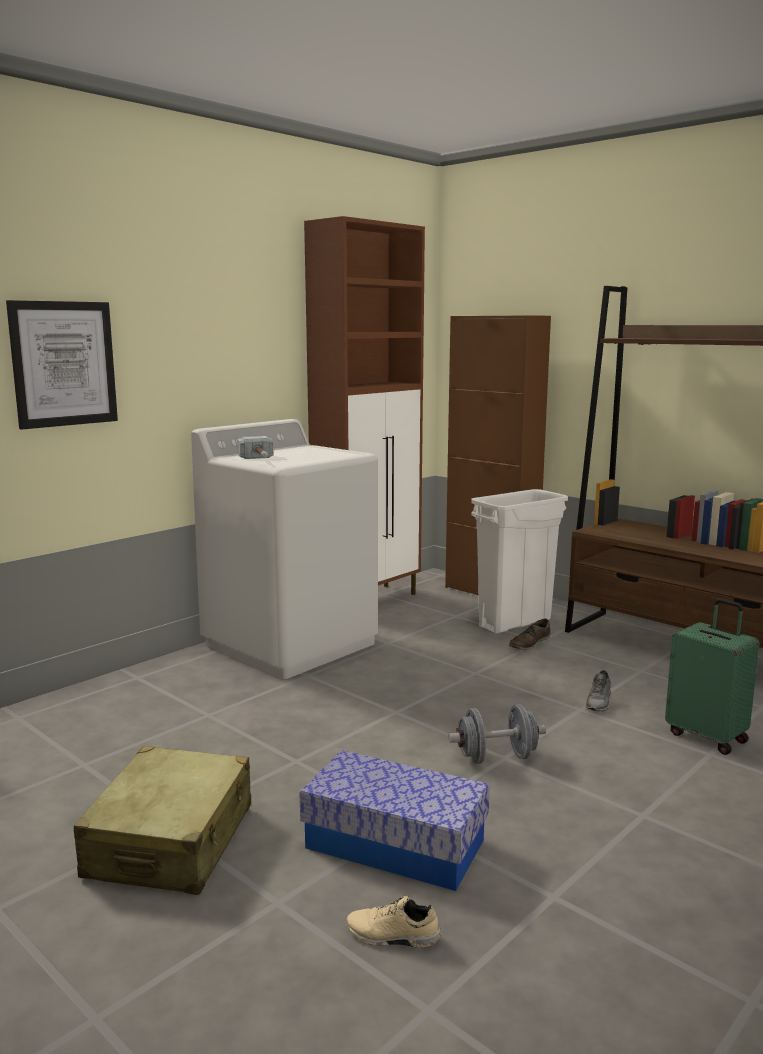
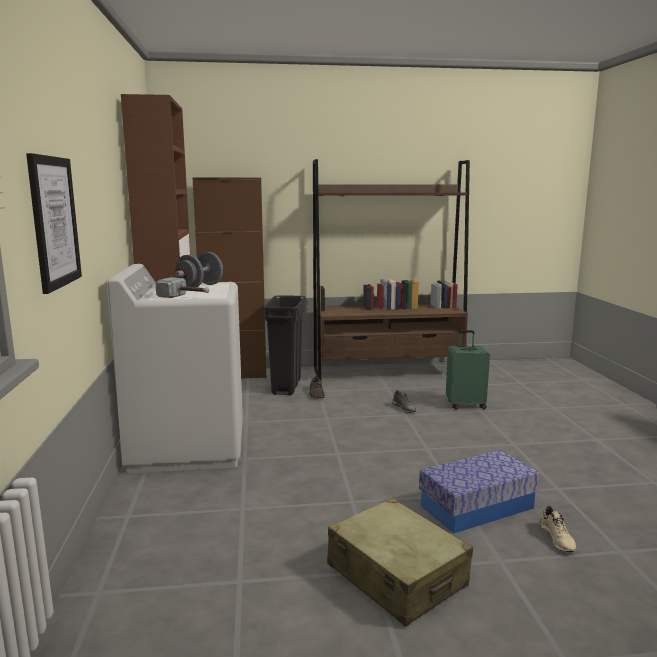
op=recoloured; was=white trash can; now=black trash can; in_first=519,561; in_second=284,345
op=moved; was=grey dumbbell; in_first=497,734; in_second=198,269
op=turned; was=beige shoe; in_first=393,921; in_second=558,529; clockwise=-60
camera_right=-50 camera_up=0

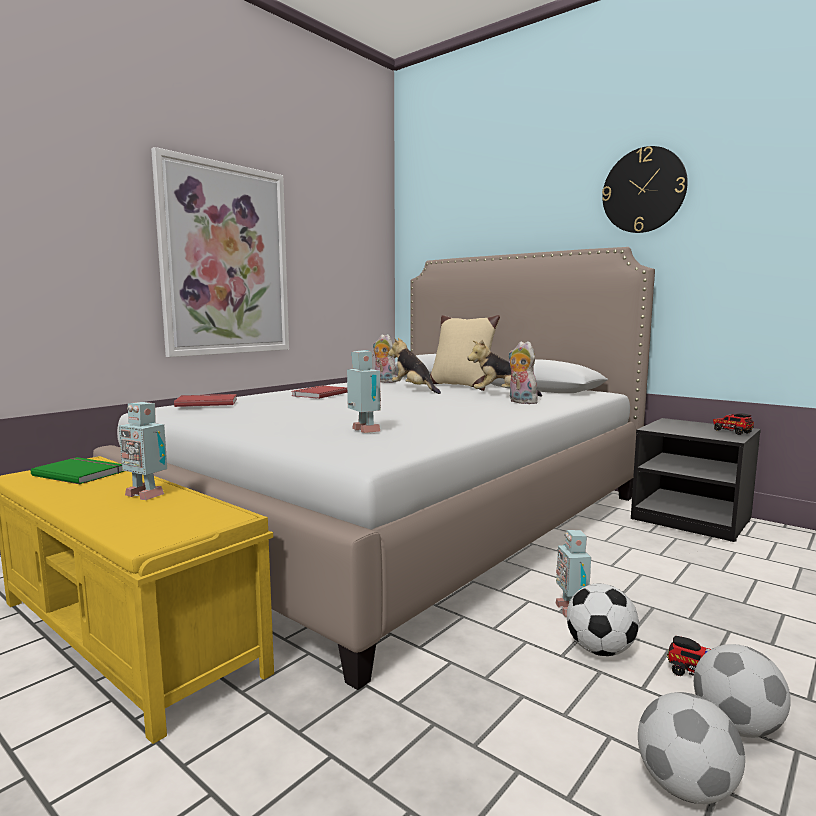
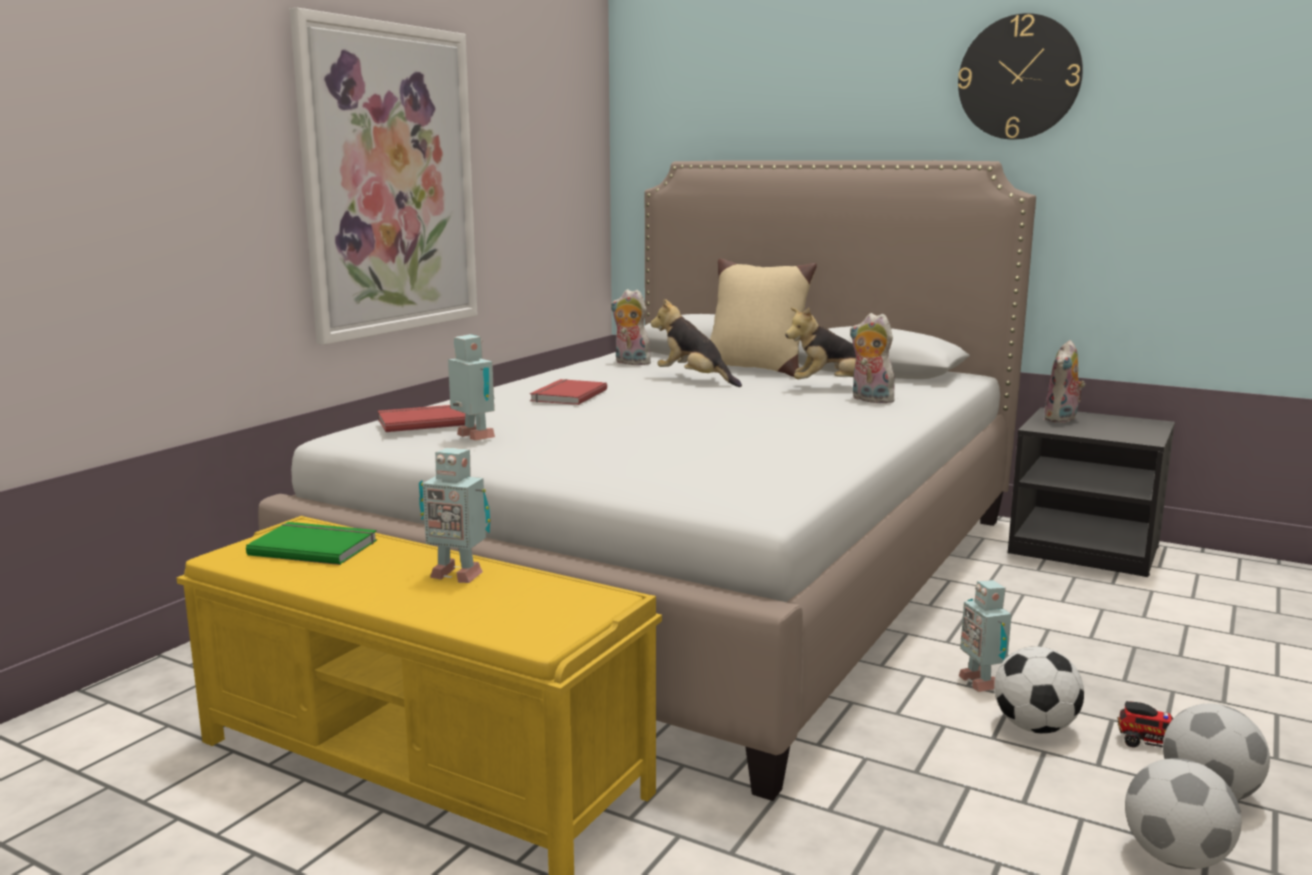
op=moved; was=toy robot; in_first=364,391; in_second=471,387
op=removed; was=toy truck; in_first=733,424
op=added; now=plush toy; in_second=1064,381
camera_right=-10 camera_up=5

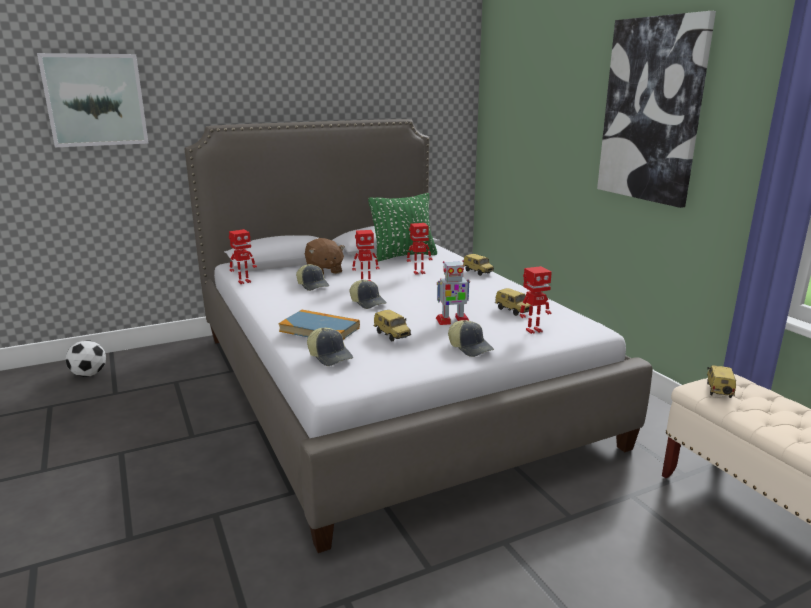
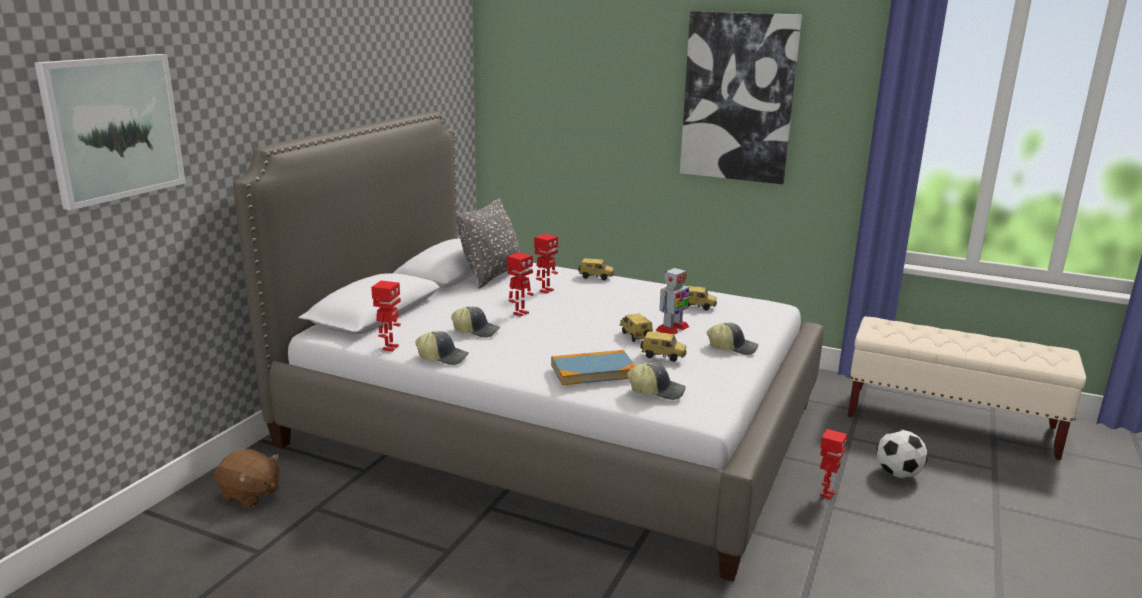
op=recoloured; was=green pillow; now=grey pillow; in_first=402,227; in_second=488,243
op=moved; was=brown plush toy; in_first=325,256; in_second=247,478
op=moved; was=toy robot; in_first=536,300; in_second=833,464
op=moved; was=cap; in_first=368,294; in_second=442,348
op=moved; was=football; in_first=85,358; in_second=902,454
op=moved; was=toy car; in_first=721,381; in_second=636,328
camera_right=-40 camera_up=0

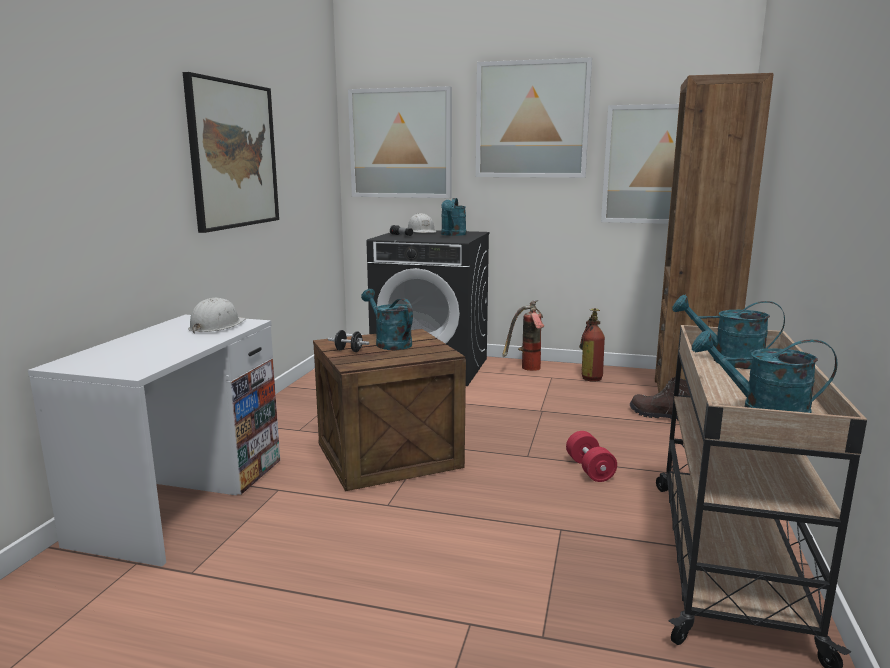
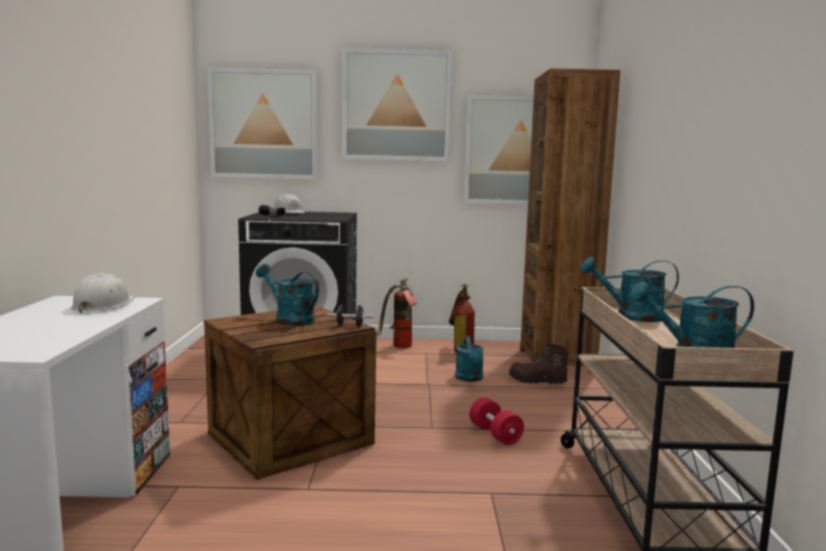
op=removed; was=picture; in_first=231,152
op=moved; was=turquoise watering can; in_first=453,217; in_second=469,359
op=moved; was=black dumbbell; in_first=348,341; in_second=350,315
camera_right=-15 camera_up=-5

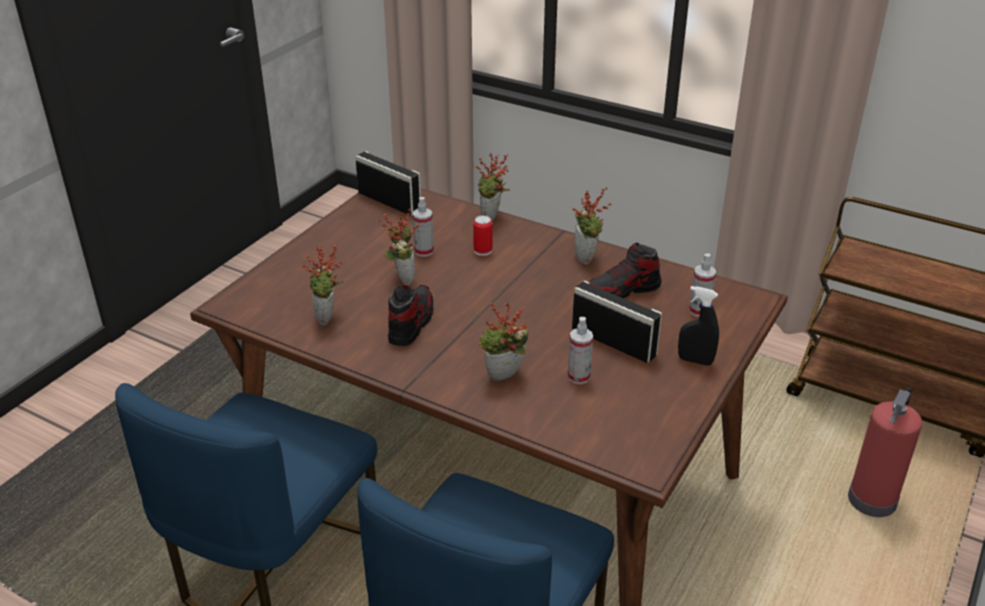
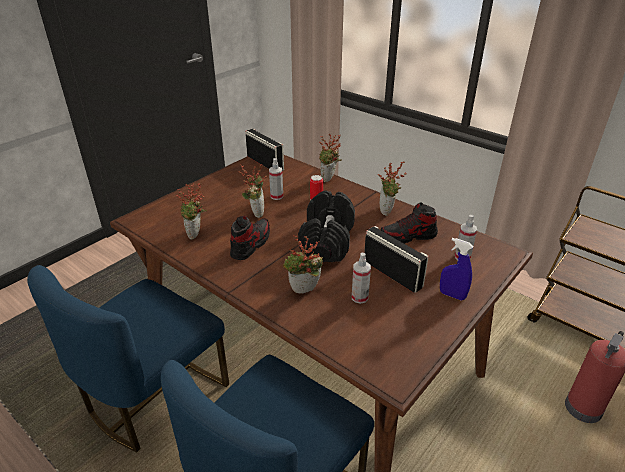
op=recoloured; was=black spray bottle; now=blue spray bottle; in_first=698,326; in_second=456,269
op=added; now=black dumbbell; in_second=326,226
camera_right=10 camera_up=0

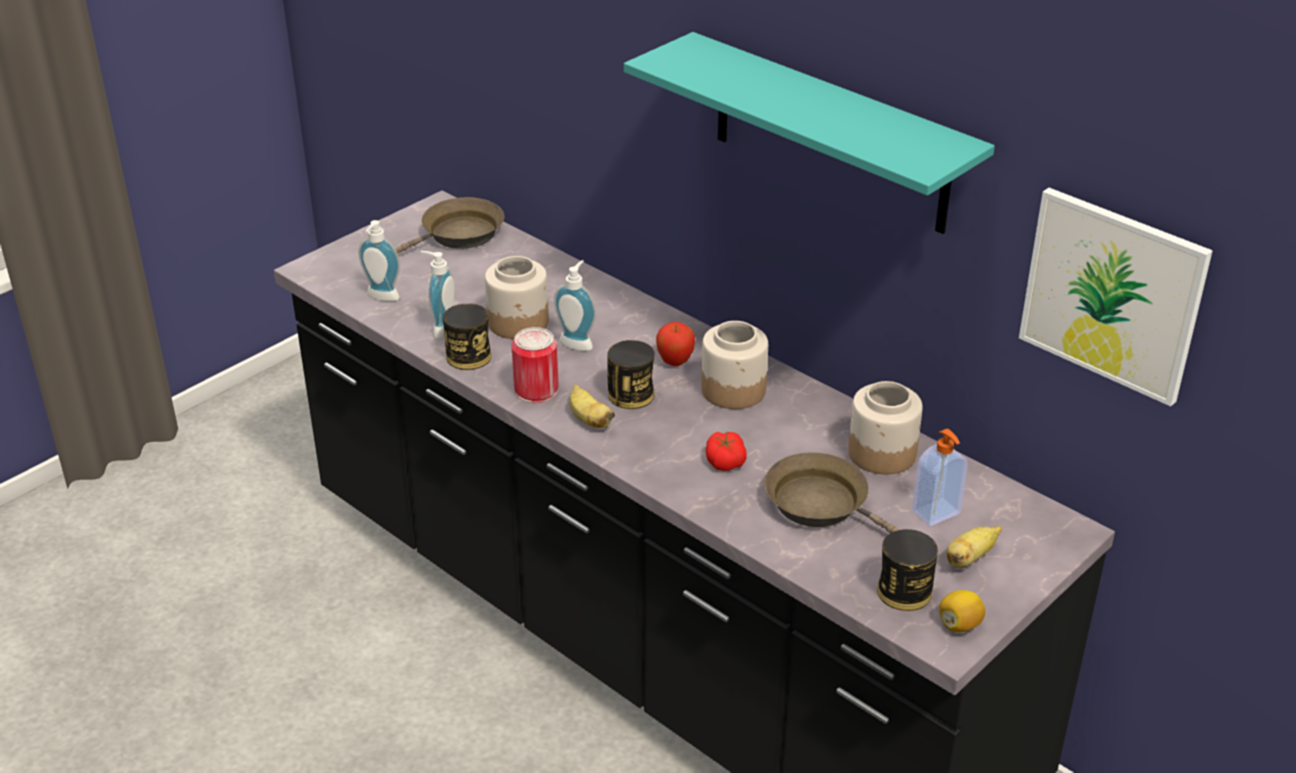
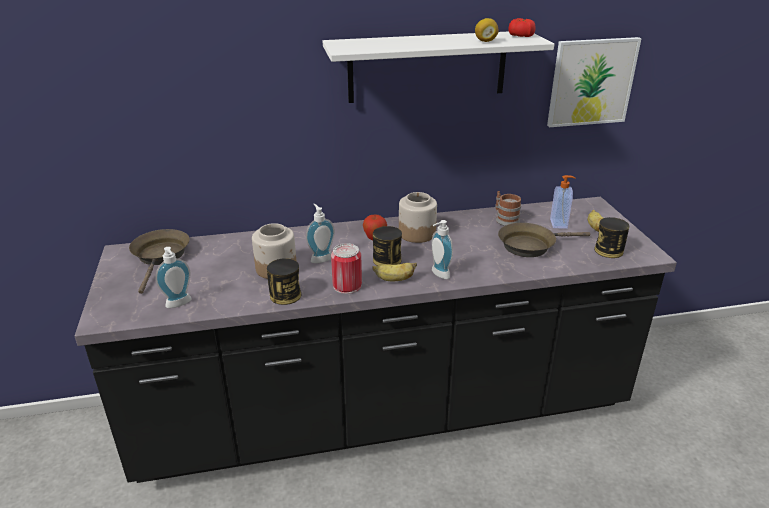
op=recoloured; was=turquoise shelf; now=white shelf; in_first=809,133; in_second=438,67
op=moved; was=soap dispenser; in_first=437,295; in_second=442,249
op=replaced; was=jar; now=mug; in_first=885,427; in_second=508,208
op=moved; was=tomato; in_first=726,451; in_second=522,27
op=moved; was=lemon; in_first=962,611; in_second=487,30
camera_right=-55 camera_up=-5

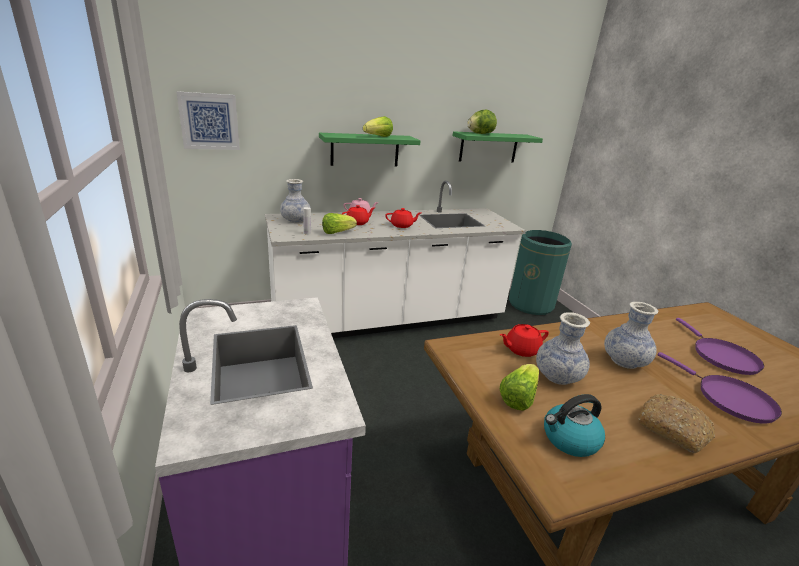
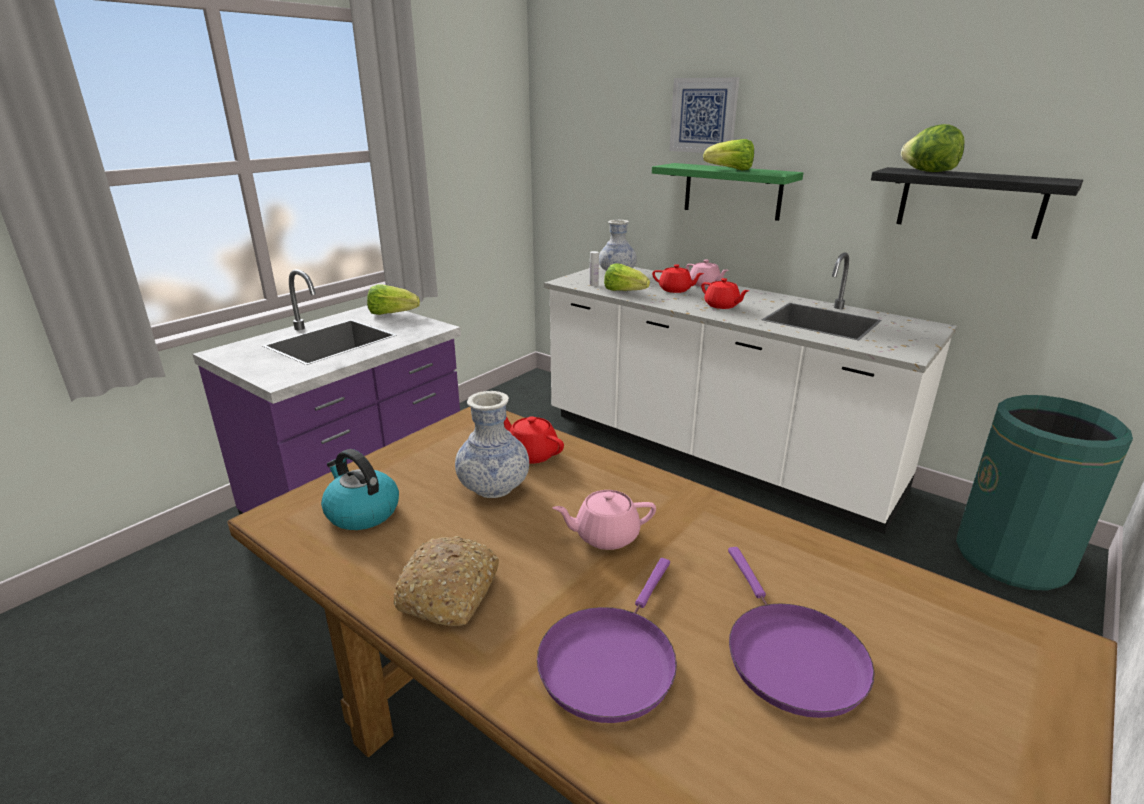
op=moved; was=picture; in_first=208,120; in_second=705,115
op=recoloured; was=green shelf; now=black shelf; in_first=498,146; in_second=977,203
op=replaced; was=vase; now=pink teapot; in_first=631,335; in_second=604,520
op=turned; was=purple frying pan; in_first=720,346; in_second=801,632; clockwise=-60
op=moved; was=lettuce; in_first=519,387; in_second=393,299
camera_right=60 camera_up=0

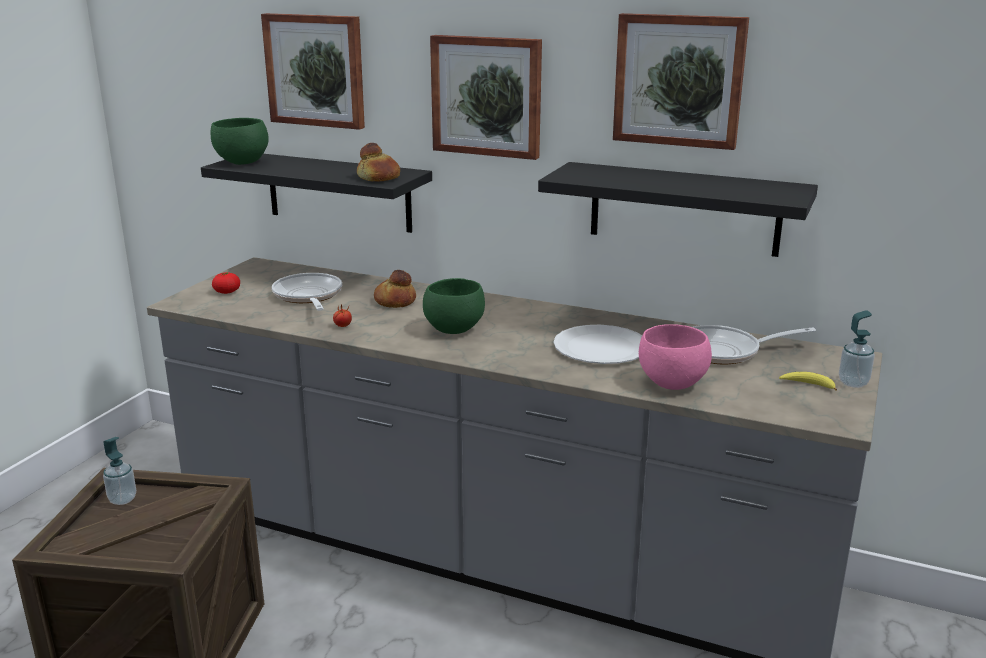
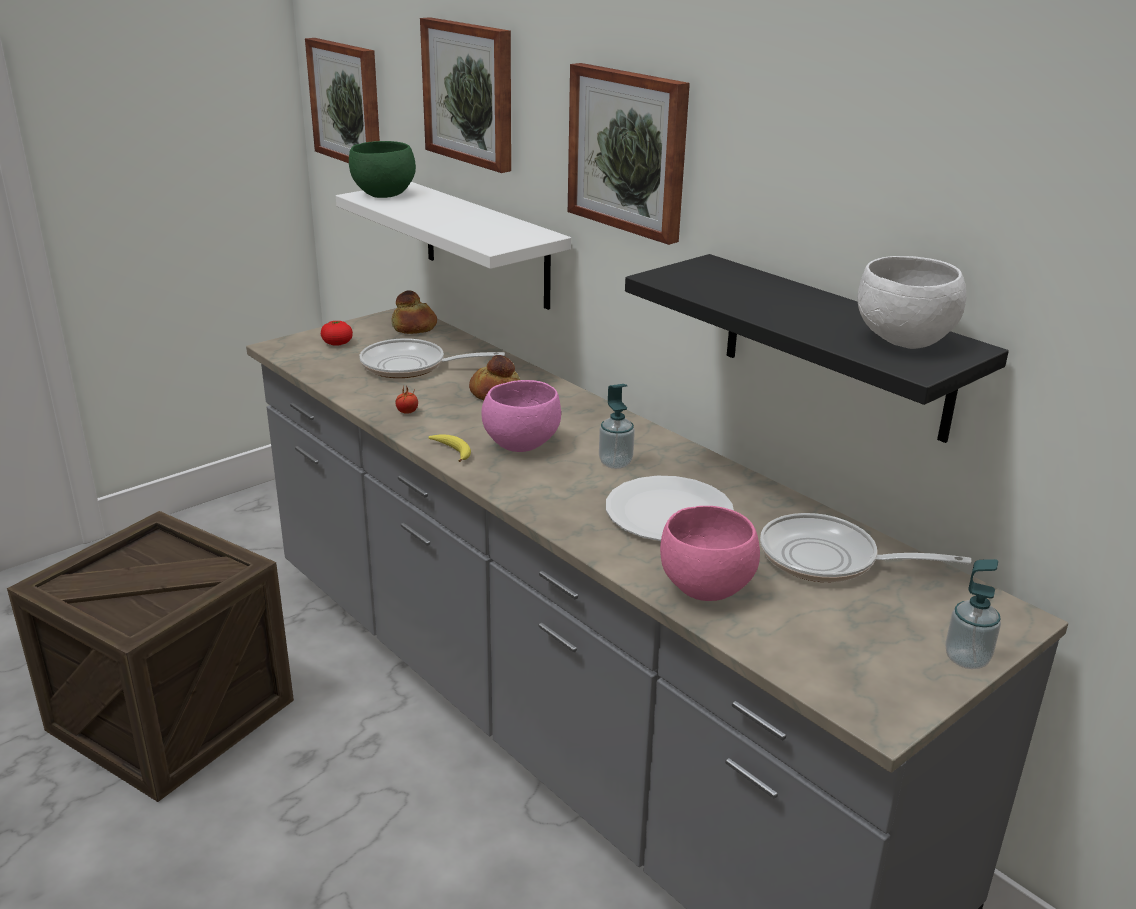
op=moved; was=picture; in_first=681,81; in_second=342,100
op=moved; was=bread; in_first=378,162; in_second=414,312
op=recoloured; was=black shelf; now=white shelf; in_first=316,193; in_second=453,246
op=turned; was=frying pan; in_first=307,291; in_second=432,358; clockwise=-90
op=recoloured; was=green bowl; now=pink bowl; in_first=454,306; in_second=521,416
op=moved; was=banana; in_first=808,381; in_second=449,448
op=moved; was=soap dispenser; in_first=119,471; in_second=617,426
op=added; now=white bowl; in_second=911,302
camera_right=25 camera_up=5

